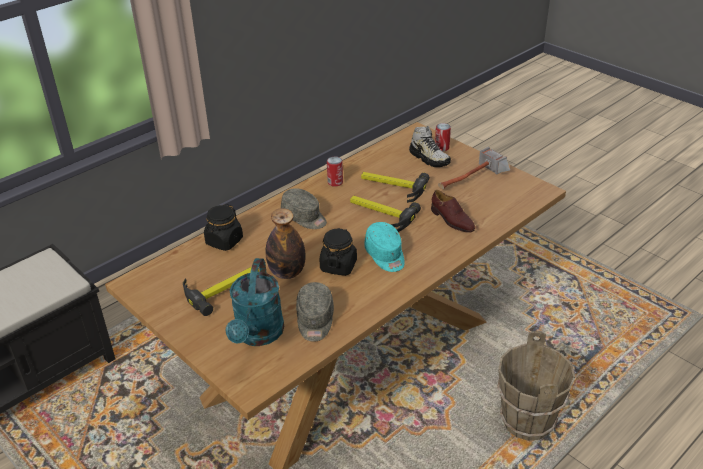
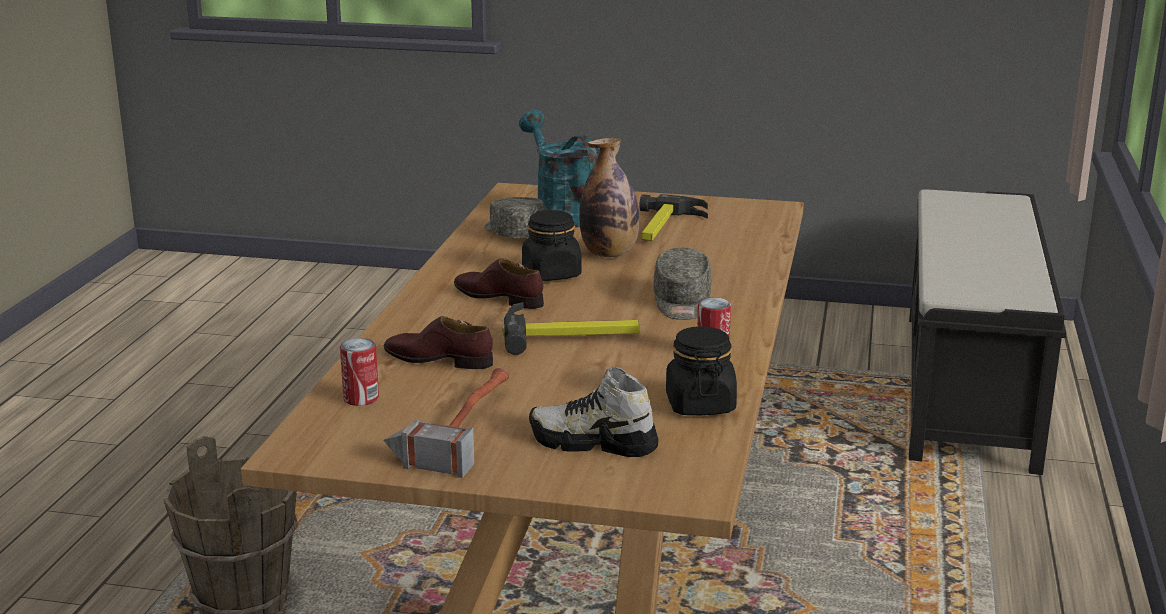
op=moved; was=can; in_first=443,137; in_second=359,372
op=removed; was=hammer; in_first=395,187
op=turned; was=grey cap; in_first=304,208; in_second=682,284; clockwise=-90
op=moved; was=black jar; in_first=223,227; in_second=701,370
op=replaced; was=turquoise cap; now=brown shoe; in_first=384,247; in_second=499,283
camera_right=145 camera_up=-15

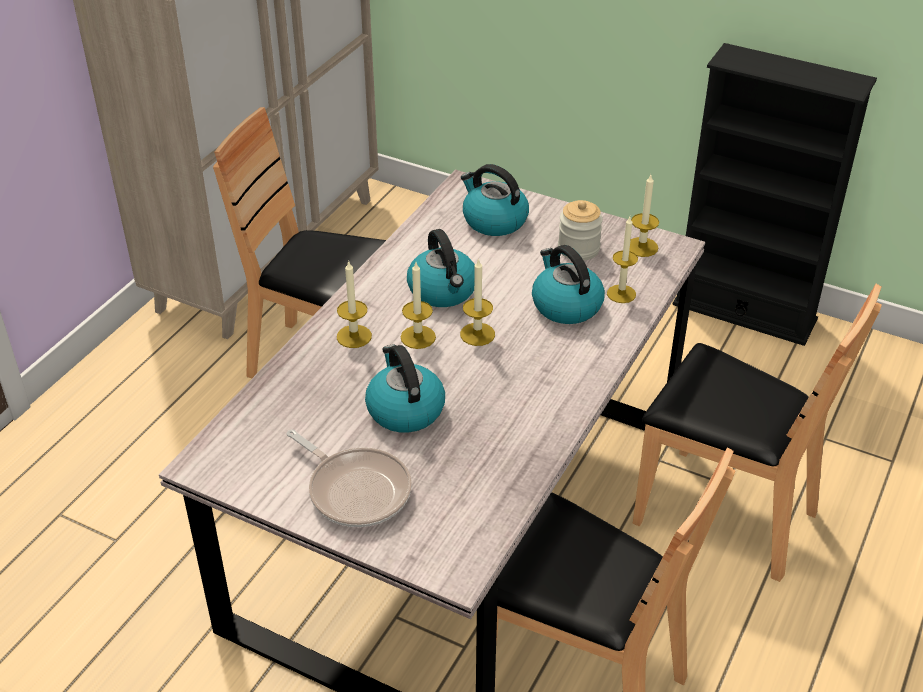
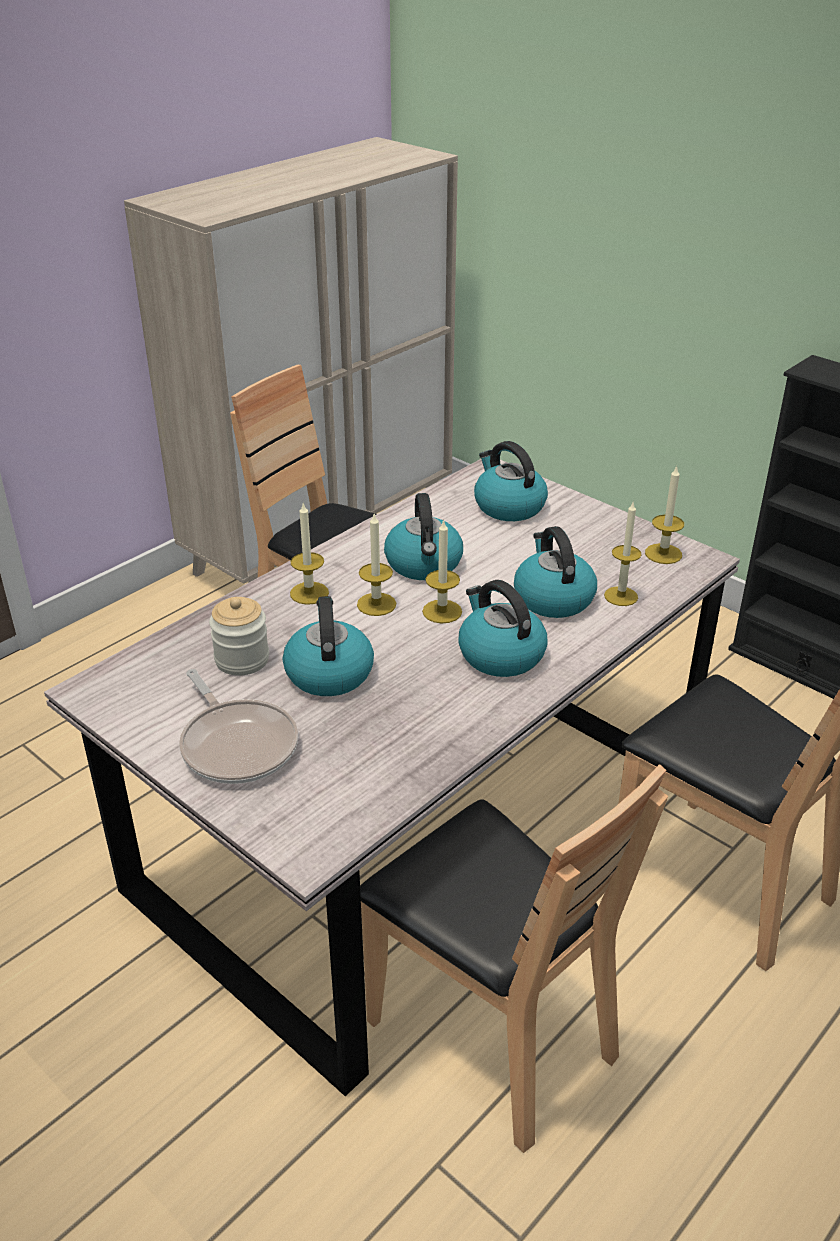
op=moved; was=jar; in_first=580,230; in_second=239,636
op=added; now=kettle; in_second=503,628
camera_right=15 camera_up=-5

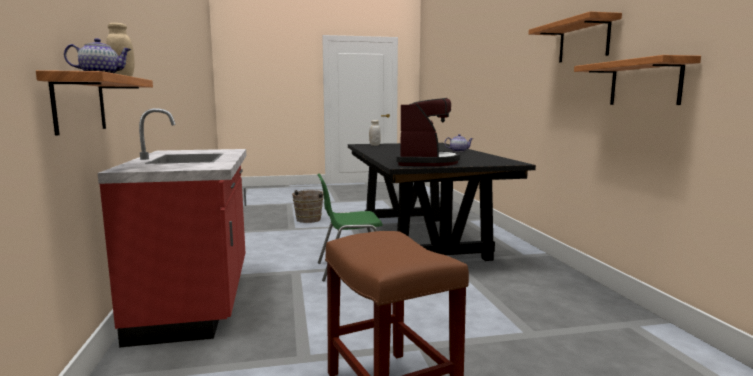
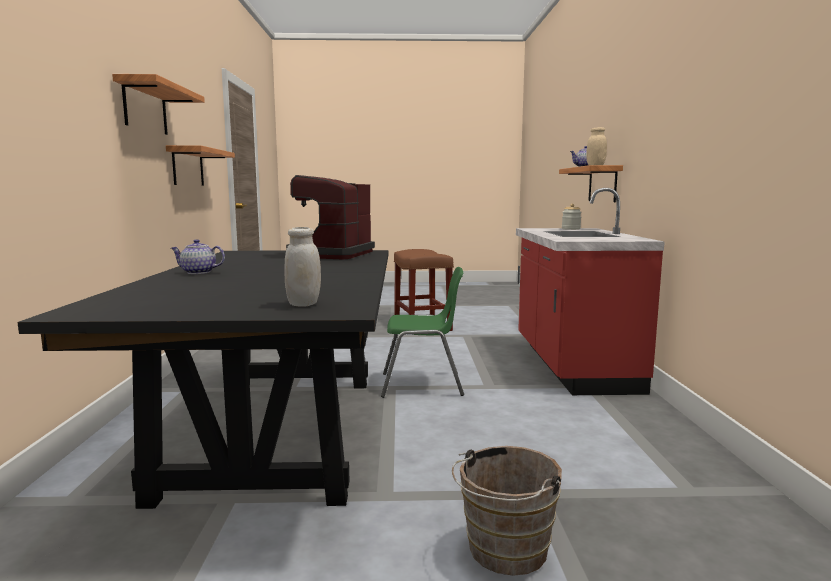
op=added; now=jar; in_second=572,217
camera_right=-170 camera_up=0

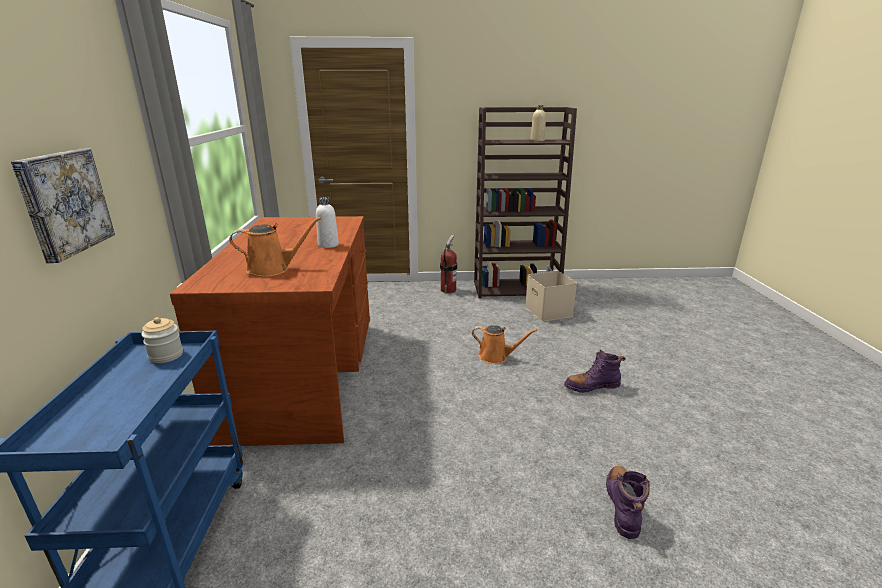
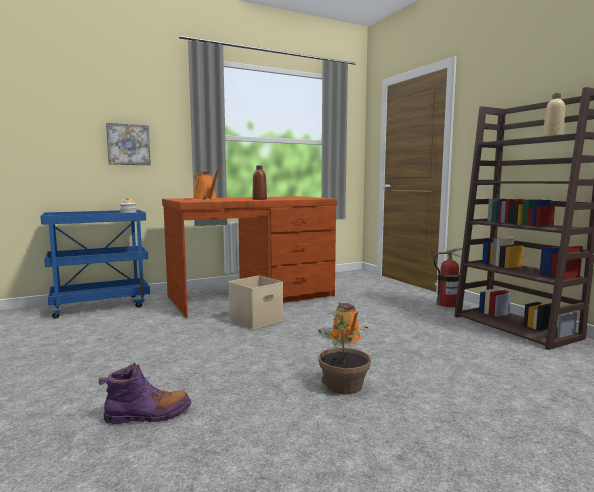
op=recoloured; was=white bottle; now=brown bottle; in_first=327,222; in_second=260,182
op=moved; was=beige storage box; in_first=551,296; in_second=255,303
op=replaced; was=purple boot; now=potted plant; in_first=595,371; in_second=344,352
camera_right=65 camera_up=-15

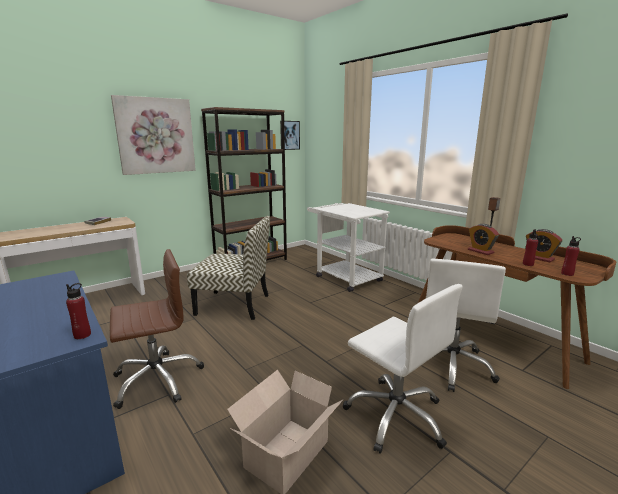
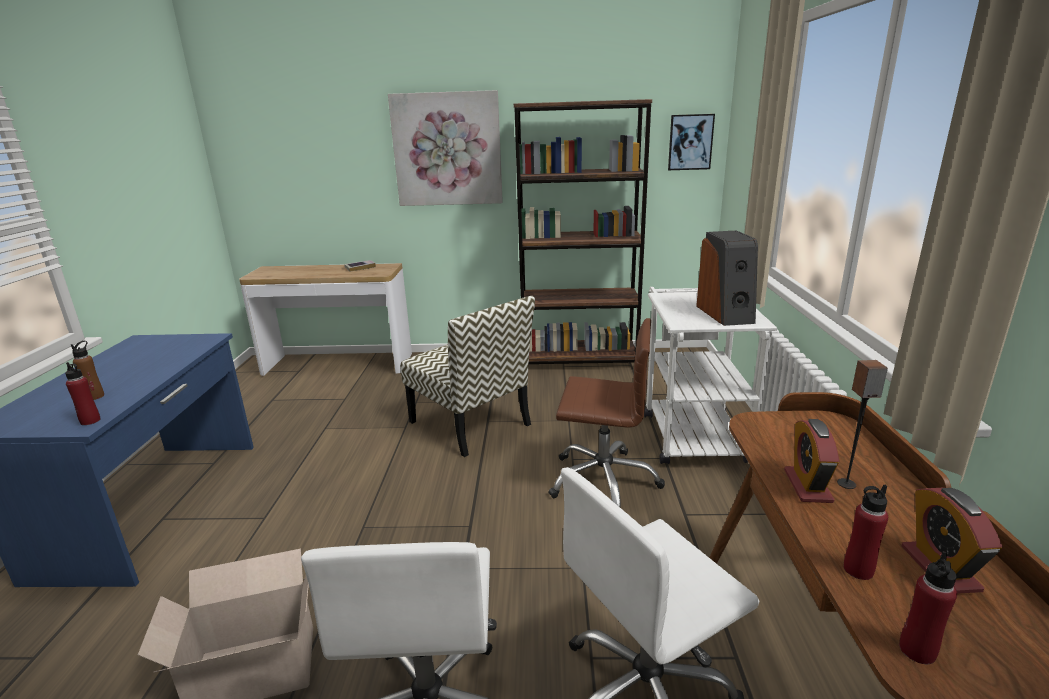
op=moved; was=brown office chair; in_first=157,329; in_second=606,413
op=added; now=speaker; in_second=727,278
op=added; now=brown bottle; in_second=87,370
camera_right=40 camera_up=5

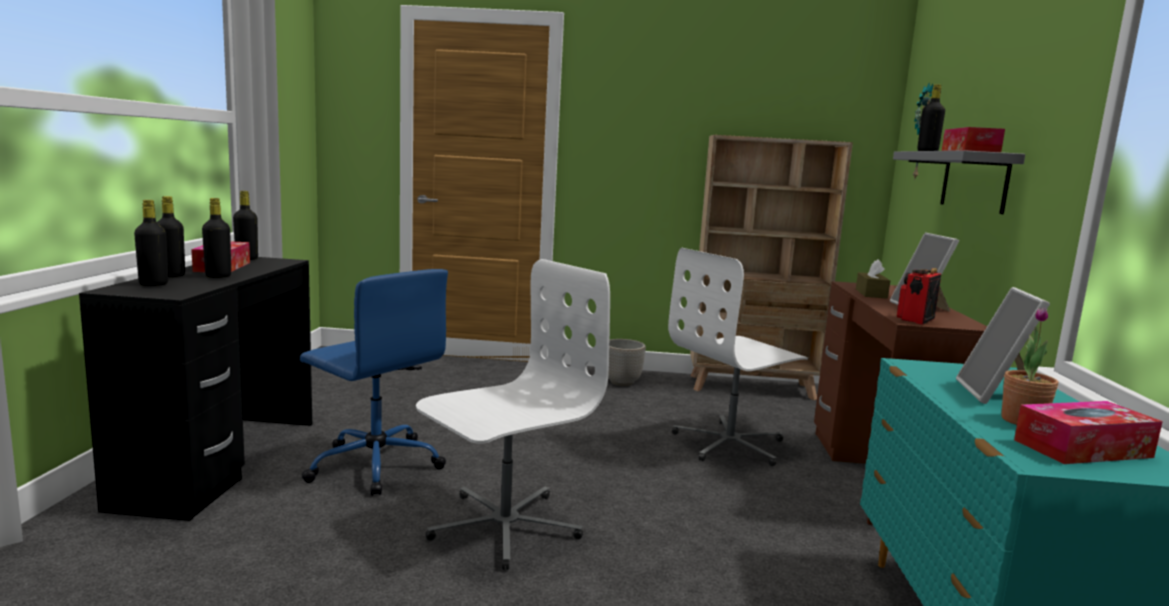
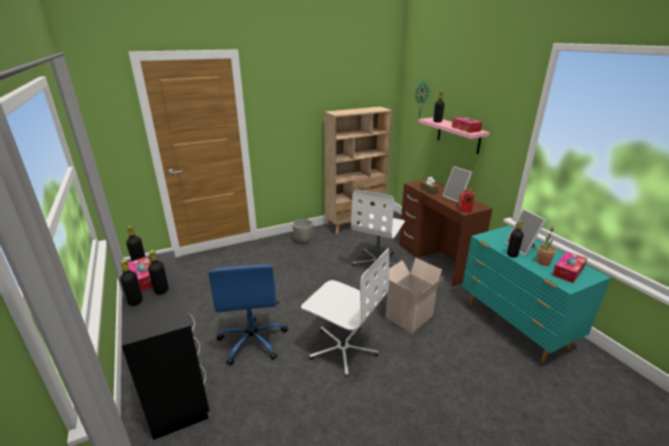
op=recoloured; was=grey shelf; now=pink shelf; in_first=959,182; in_second=454,135
op=moved; was=black bottle; in_first=151,243; in_second=515,239
op=turned; was=white office chair; in_first=513,414; in_second=345,312; clockwise=105
op=turned; was=blue office chair; in_first=374,382; in_second=248,314; clockwise=75
op=added; now=cardboard box; in_second=413,295
camera_right=-30 camera_up=15

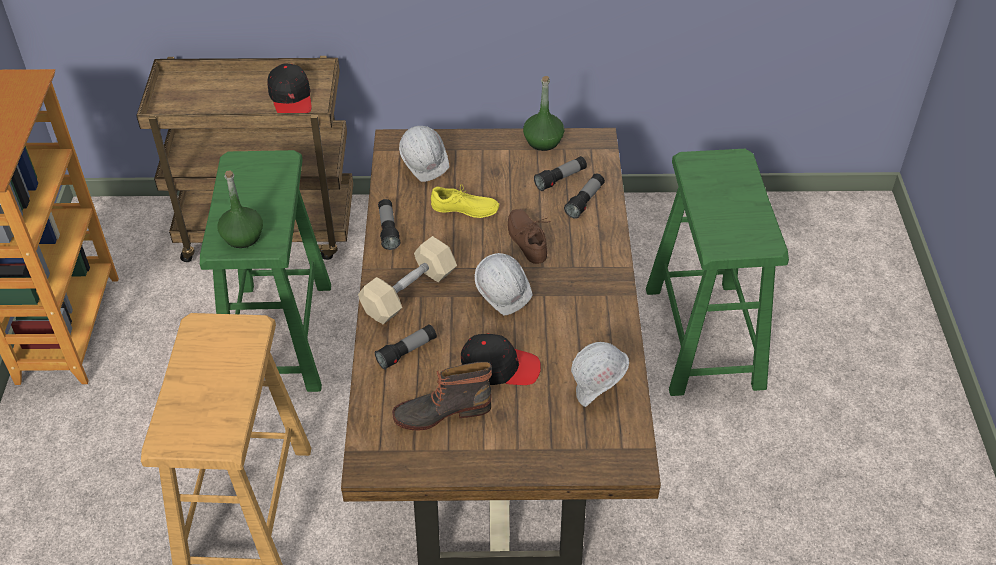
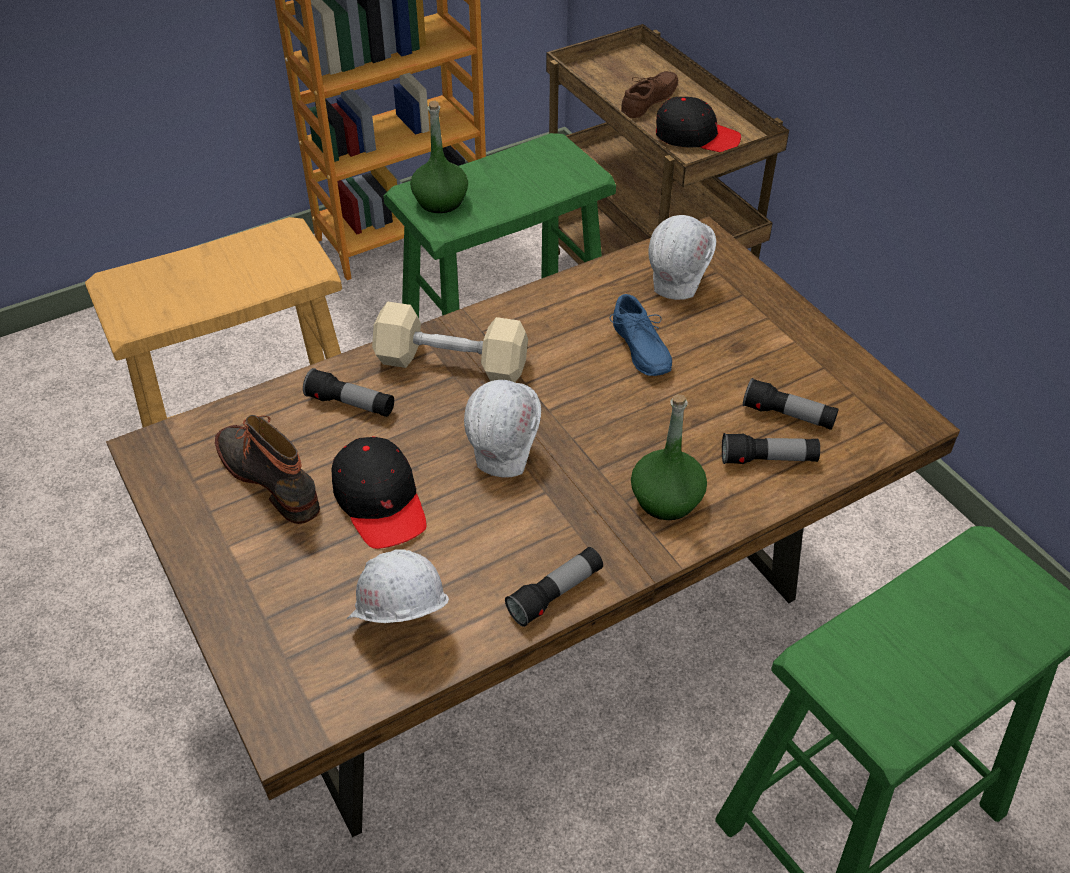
op=turned; was=black cap; in_first=289,88; in_second=698,124; clockwise=-120
op=moved; was=green bottle; in_first=543,113; in_second=669,457
op=recoloured; was=yellow shoe; now=blue shoe; in_first=465,201; in_second=641,335
op=moved; was=flashlight; in_first=389,224; in_second=554,587
op=moved; was=brown shoe; in_first=529,236; in_second=649,94
camera_right=60 camera_up=0

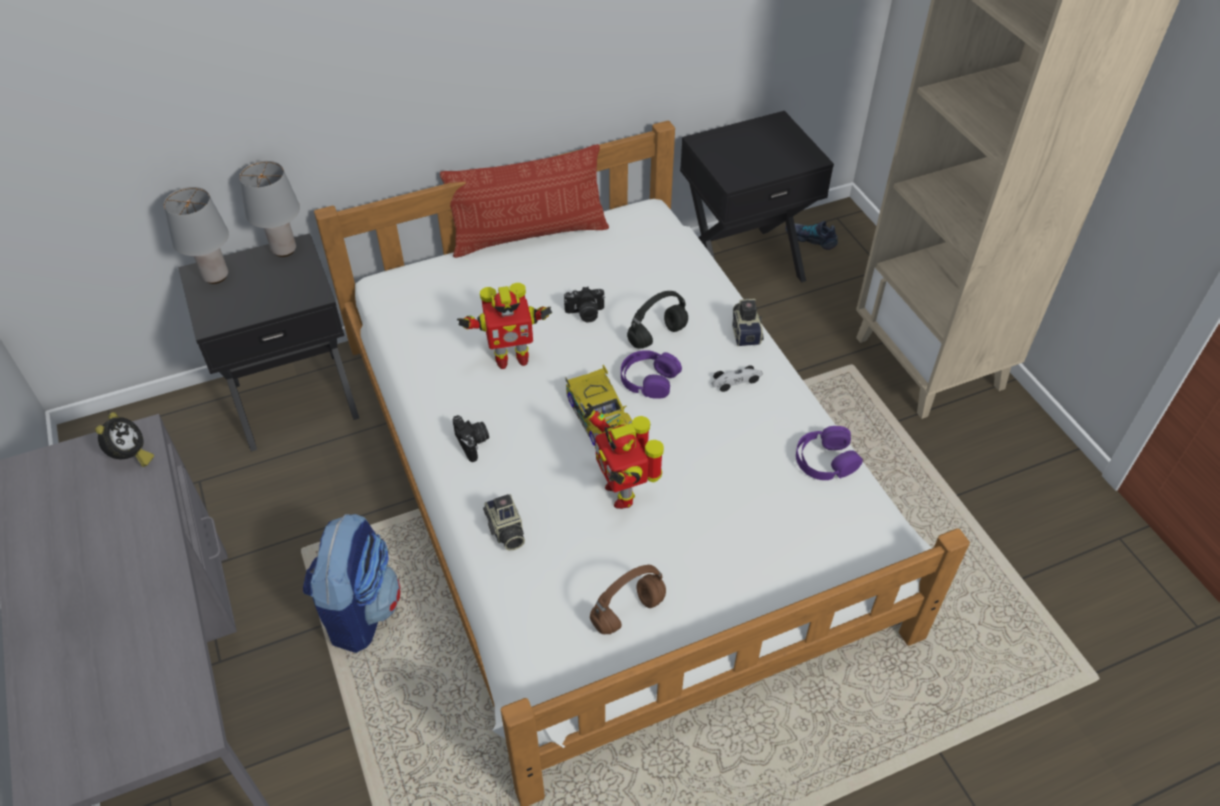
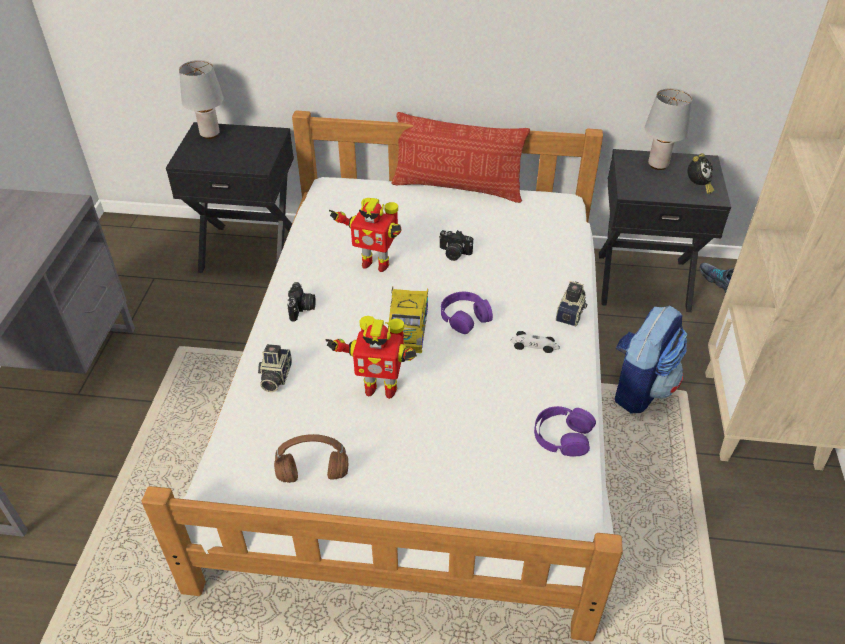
op=moved; was=grey table lamp; in_first=269,209; in_second=668,129
op=removed; was=black headphones; in_first=657,320
op=turned; was=toy robot; in_first=623,456; in_second=371,357; clockwise=-90
op=moved; was=alarm clock; in_first=124,439; in_second=700,173
op=moved; was=backpack; in_first=352,583; in_second=651,359
camera_right=30 camera_up=-5

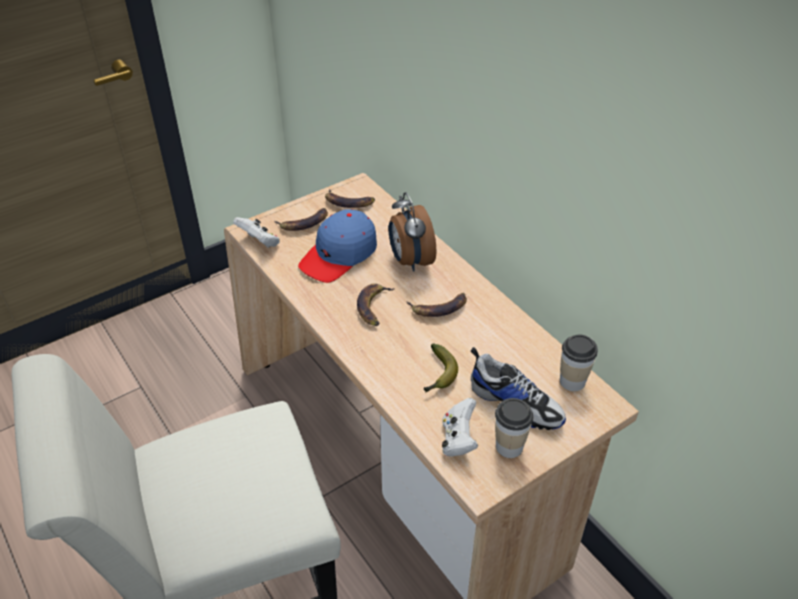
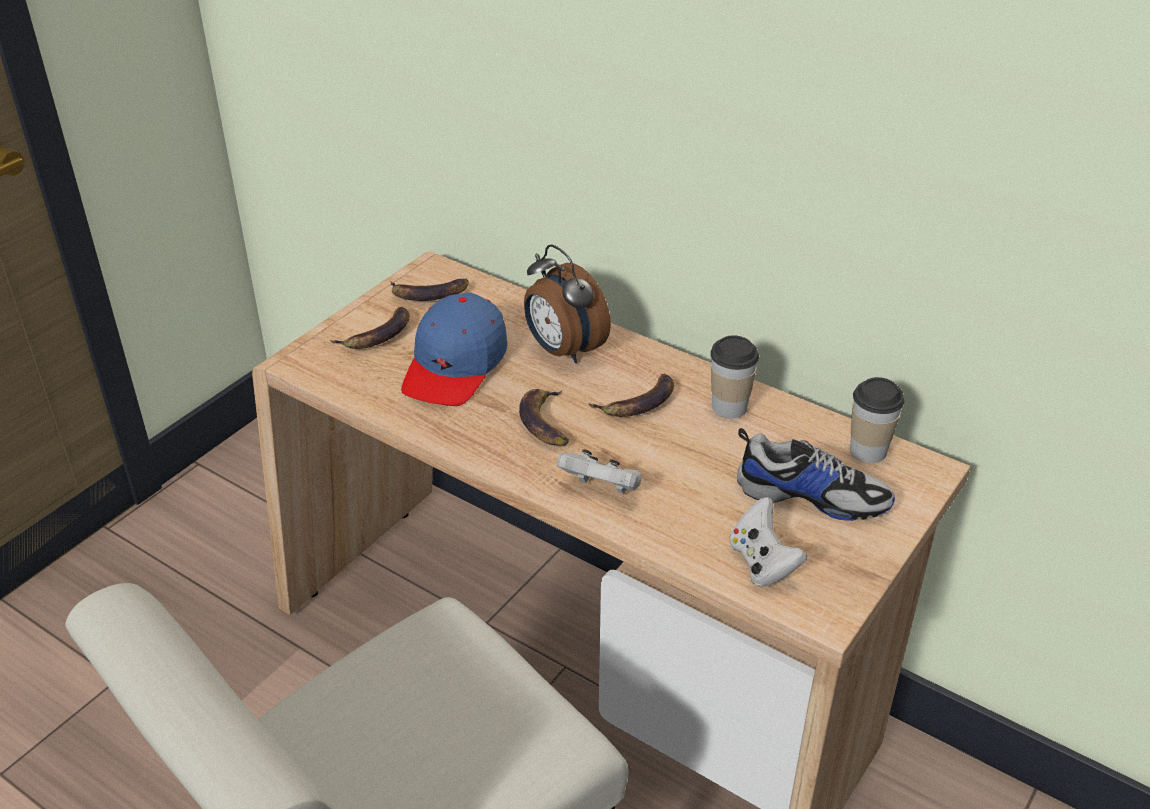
op=moved; was=white game controller; in_first=256,232; in_second=599,471
op=removed; was=banana; in_first=441,368
op=moved; was=cup; in_first=514,428; in_second=734,376
camera_right=-20 camera_up=-5

